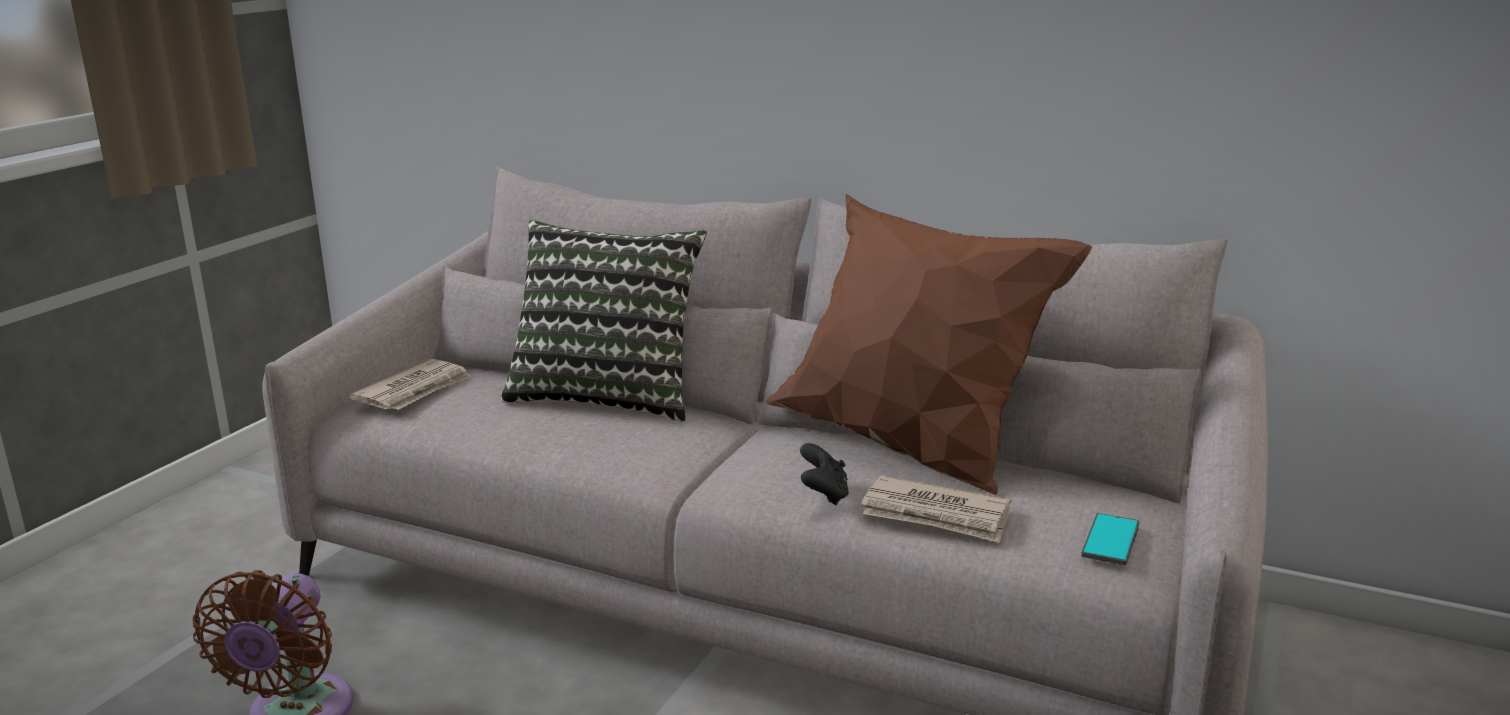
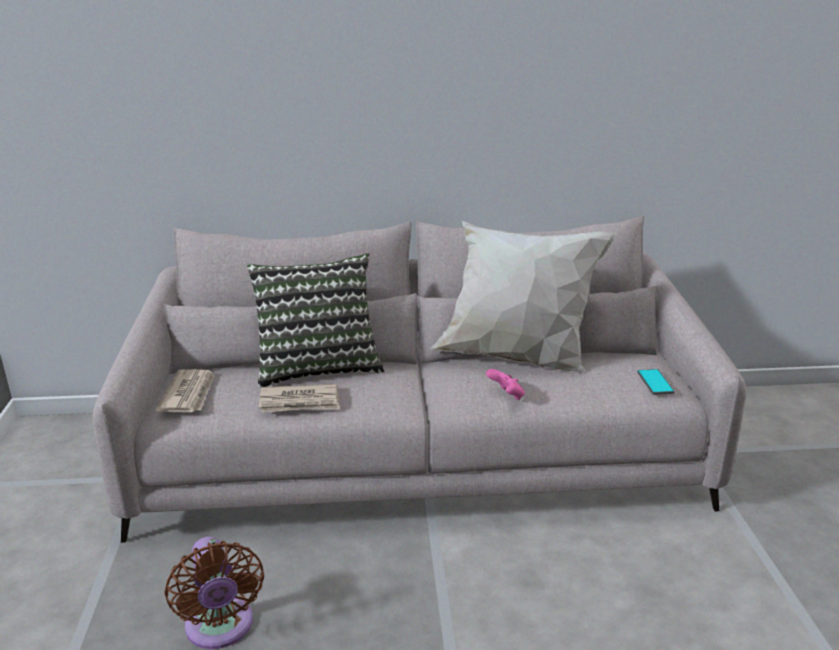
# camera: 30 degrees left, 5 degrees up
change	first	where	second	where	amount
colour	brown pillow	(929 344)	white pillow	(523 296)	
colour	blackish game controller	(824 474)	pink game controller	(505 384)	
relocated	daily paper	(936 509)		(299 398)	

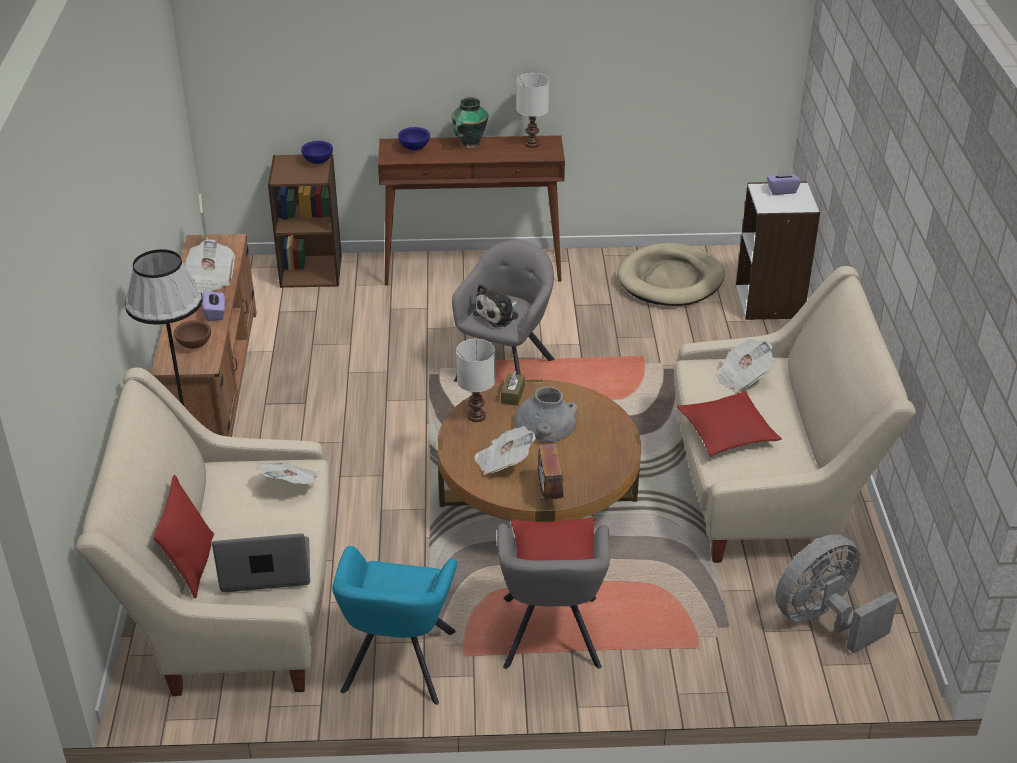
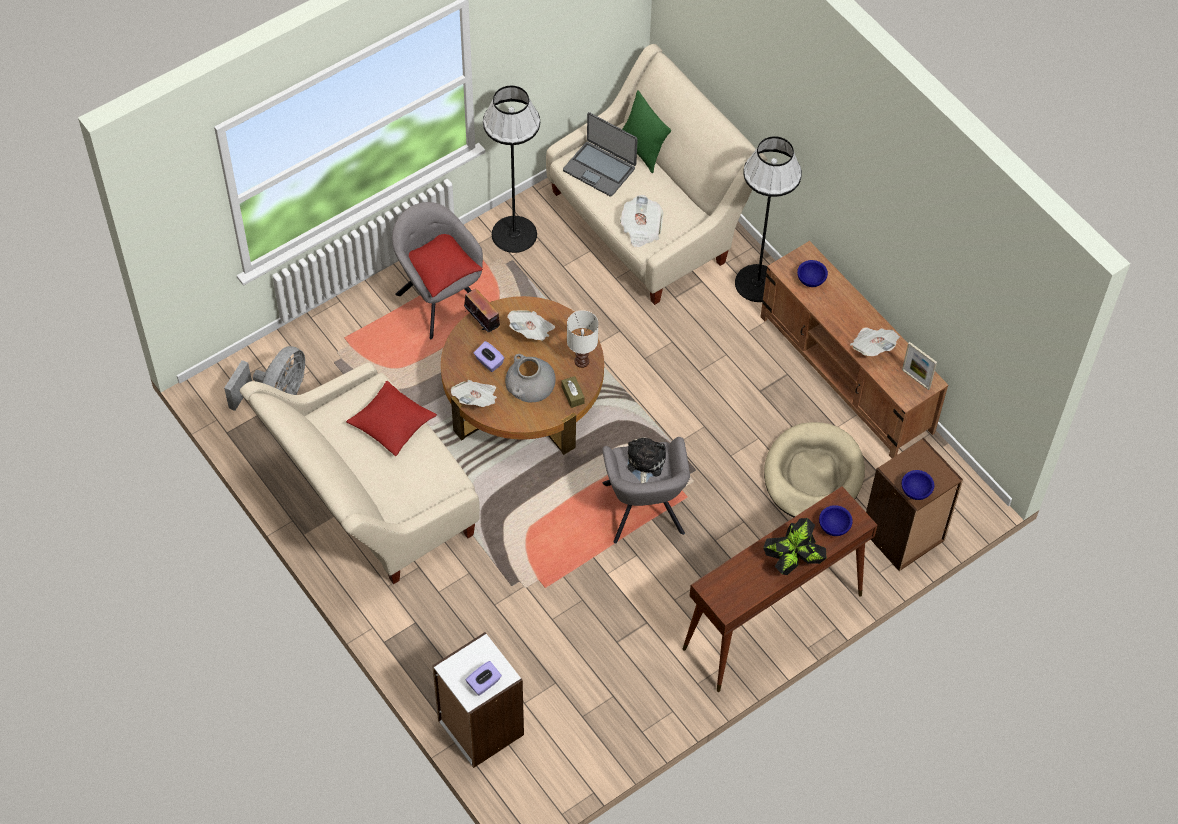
# camera: 145 degrees right, 20 degrees up
change	first	where	second	where	amount
colour	reddish pillow	(183 536)	greenish pillow	(646 131)	
colour	brown serving bowl	(192 334)	bluish serving bowl	(812 273)	
relocated	purple-coloured tissue holder	(213 306)		(489 356)	
spun	laptop	(261 562)		(600 154)	75 degrees clockwise
exchanged	turquoise easy chair	(394 625)	blackish standard lamp	(511 169)	
exchanged	flower vase	(470 122)	potted plant	(795 546)	
missing	white tabletop lamp	(532 110)			
relocated	beige pet bed	(671 274)		(814 469)	
relocated	daily paper	(744 365)		(474 393)	

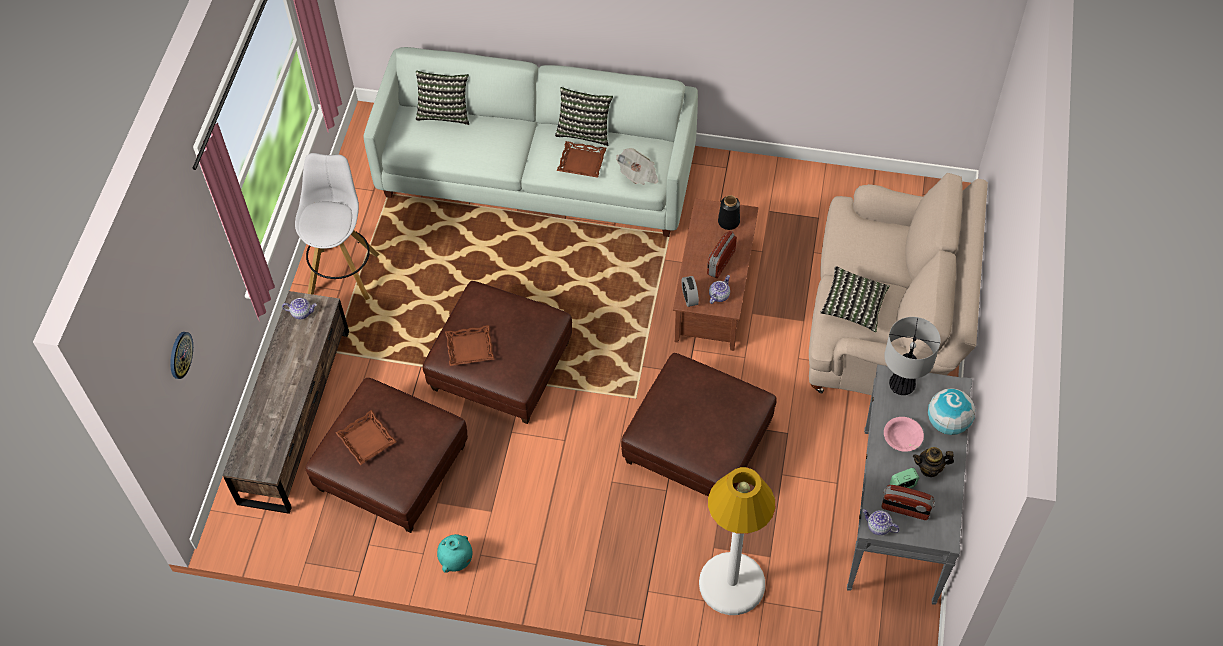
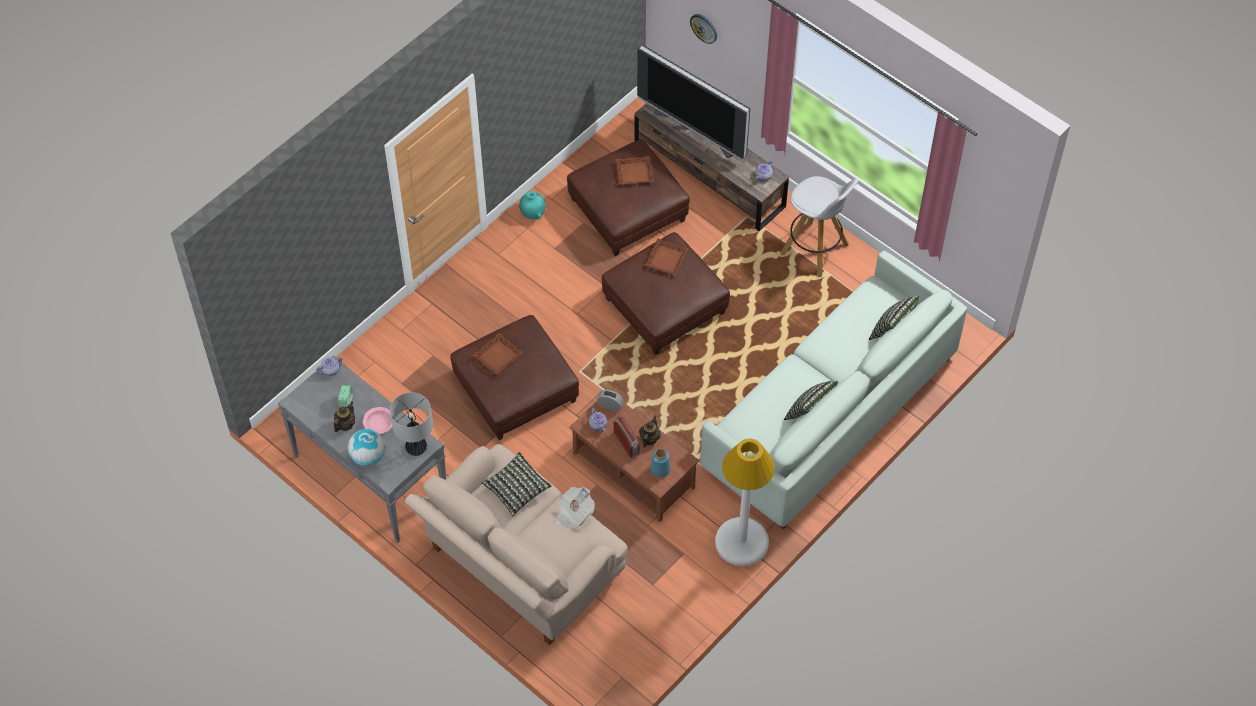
# camera: 120 degrees right, 0 degrees up
change	first	where	second	where	amount
relocated	brown serving tray	(581 159)		(498 354)	
relocated	daily paper	(637 166)		(575 508)	
relocated	white standard lamp	(737 541)		(745 502)	
colour	blackish flower vase	(729 212)	bluish flower vase	(660 463)	
missing	radio set	(908 502)			
appeared			TV	(693 102)	
appeared			teapot	(650 432)	

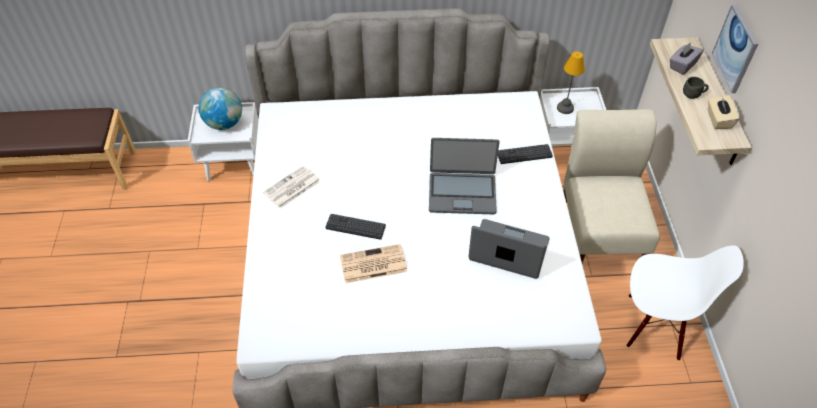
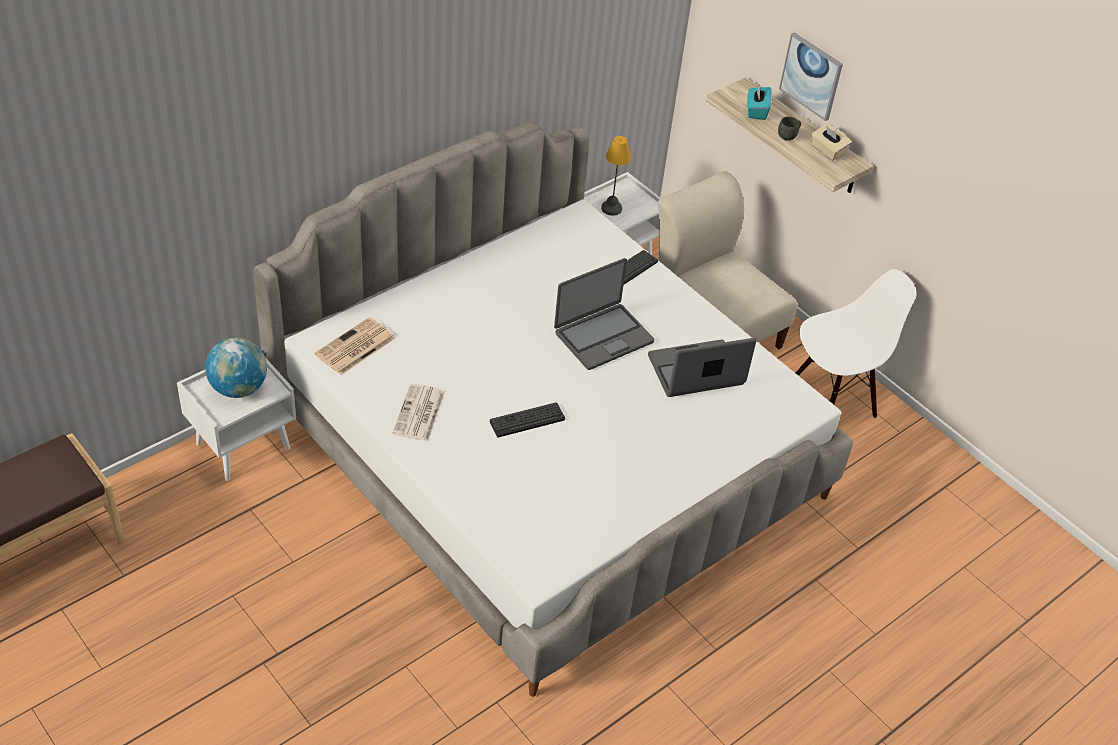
# camera: 40 degrees left, 5 degrees down
change	first	where	second	where	amount
relocated	daily paper	(373 263)		(355 346)	
colour	gray tissue holder	(687 58)	turquoise tissue holder	(759 102)	

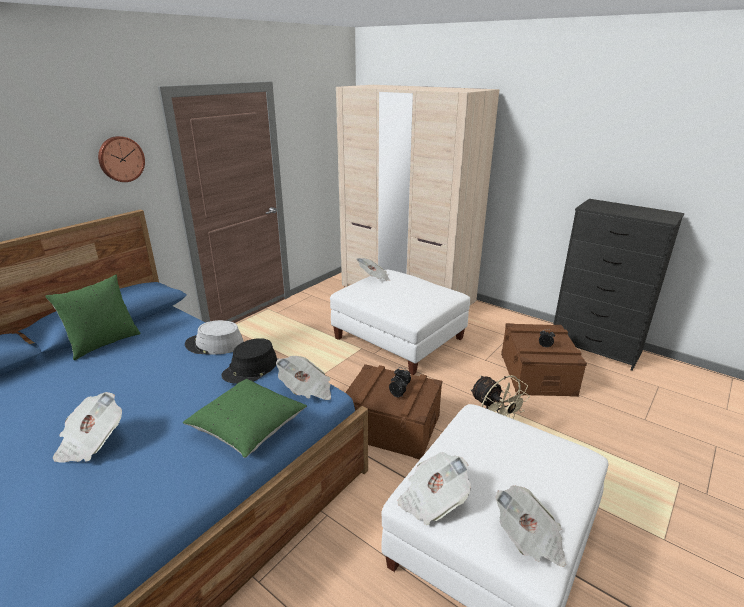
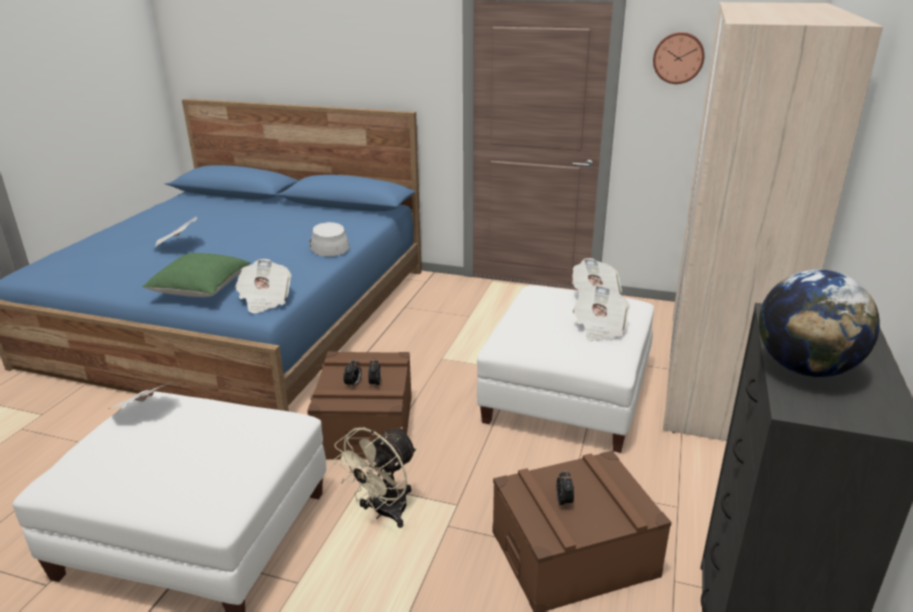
# camera: 70 degrees right, 0 degrees up
change	first	where	second	where	amount
missing	greenish pillow	(93 317)			
relocated	hanging clock	(121 159)		(679 58)	
missing	blackish clothing hat	(249 361)			
relocated	daily paper	(531 526)		(601 313)	
appeared			globe	(819 323)	

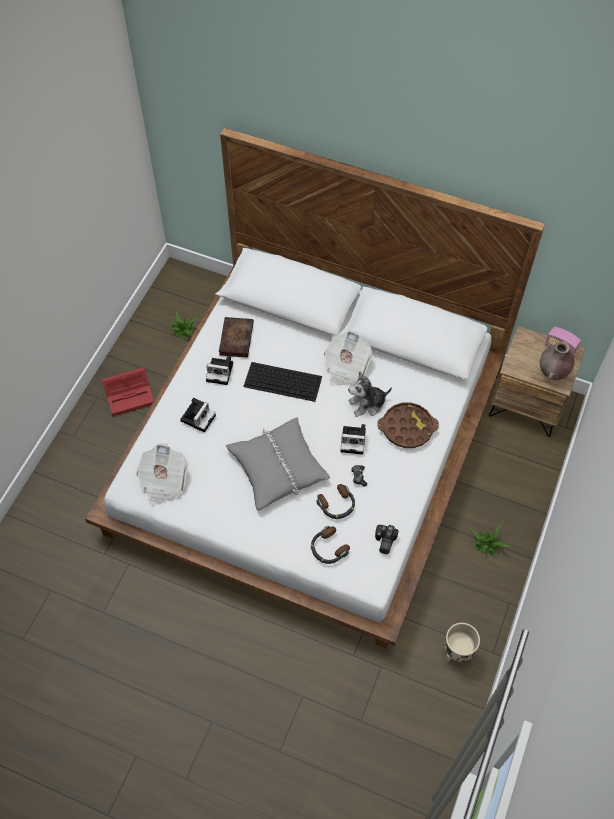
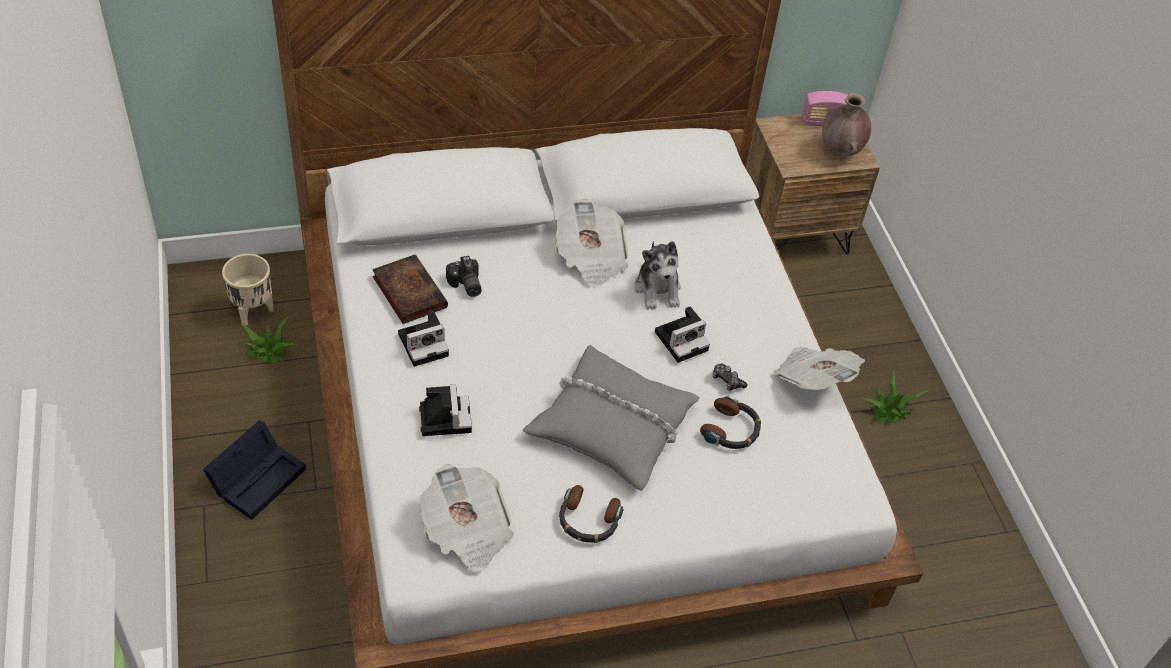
# camera: 40 degrees left, 10 degrees down
change	first	where	second	where	amount
colour	reddish storage box	(128 391)	blackish storage box	(254 470)	
missing	computer keyboard	(282 382)			
relocated	headset	(330 545)		(591 514)	
spun	cuddly toy	(370 394)		(657 275)	45 degrees counterclockwise
relocated	photo camera	(387 539)		(464 276)	
missing	brown serving tray	(408 425)			
relocated	beige planter	(462 642)		(248 290)	
appeared			daily paper	(819 368)	

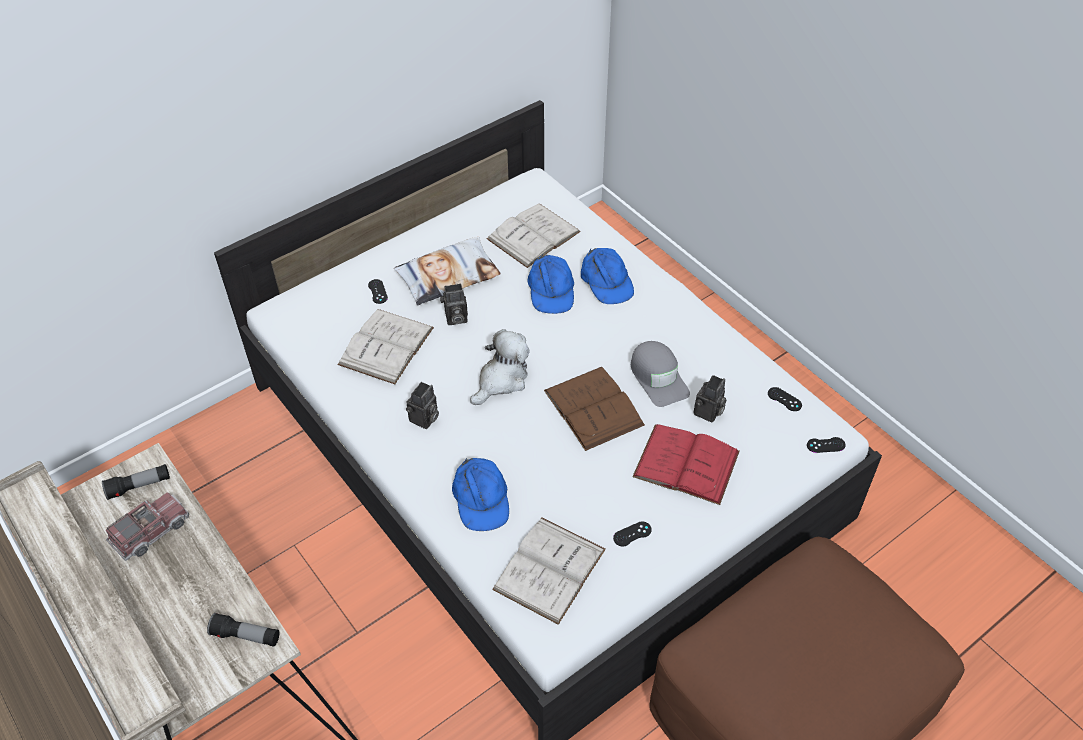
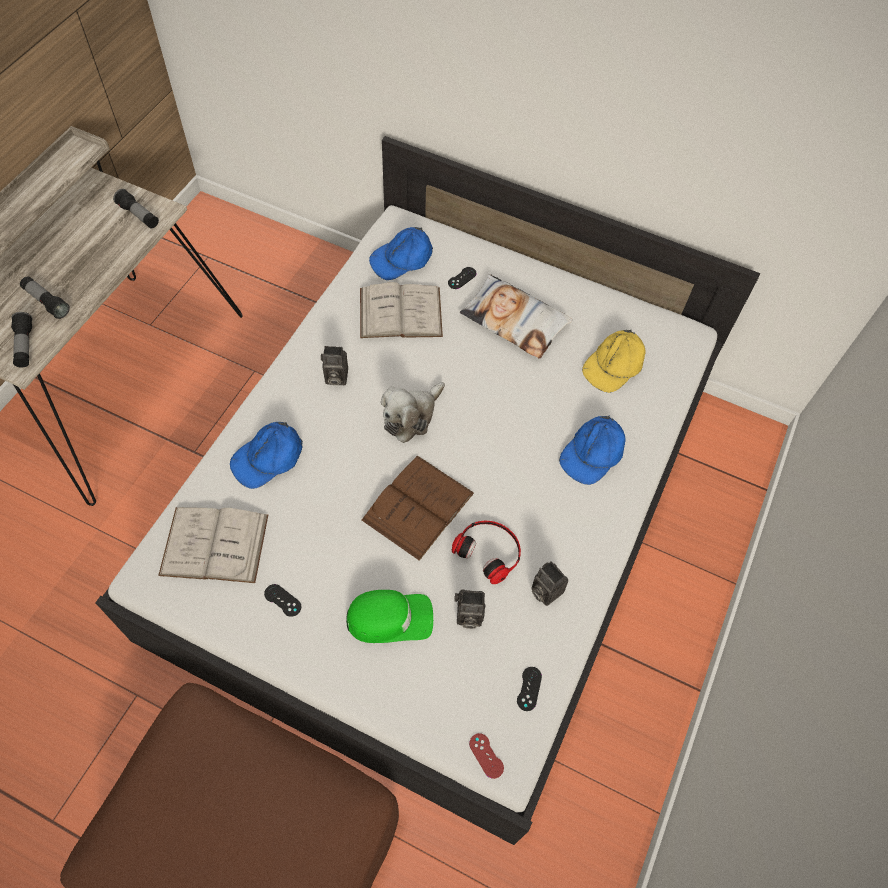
# camera: 60 degrees right, 10 degrees up
change	first	where	second	where	amount
missing	toy truck	(147 526)			
relocated	photo camera	(454 304)		(549 583)	
spun	cuddly toy	(500 367)		(413 412)	120 degrees clockwise
exchanged	white volume	(534 235)	yellowish peaked cap	(614 361)	
relocated	bluish peaked cap	(550 284)		(401 253)	
exchanged	gray peaked cap	(660 374)	headset	(486 552)	
exchanged	reddish volume	(686 464)	greenish peaked cap	(389 616)	
colour	blackish game controller	(826 445)	reddish game controller	(486 756)	
appeared			hand torch	(45 298)	

